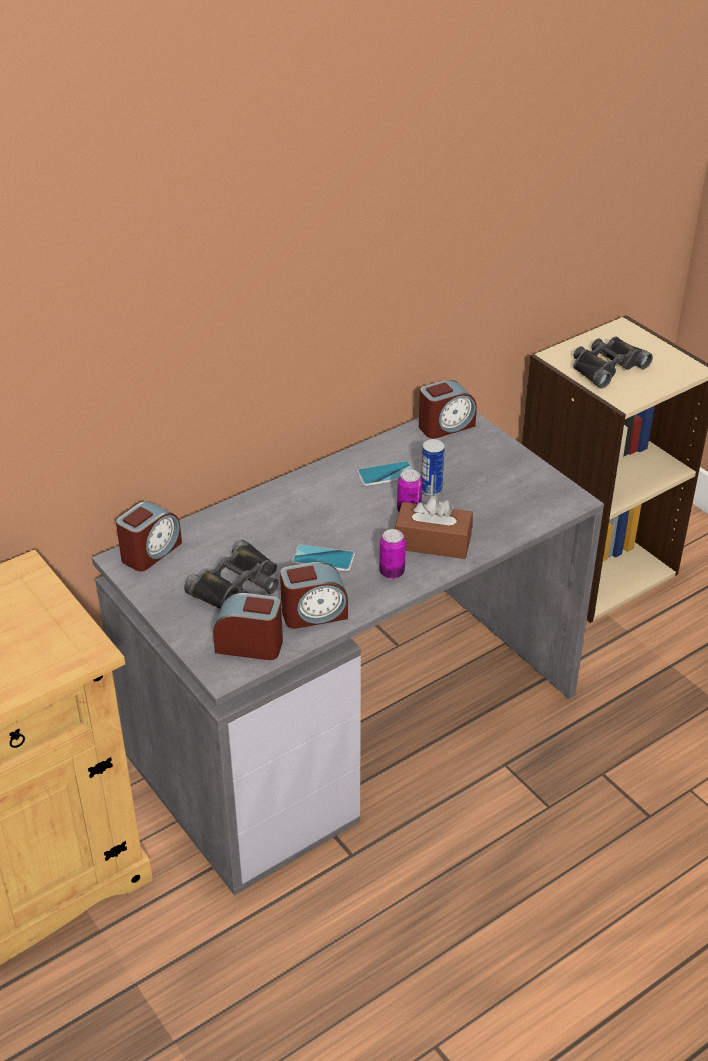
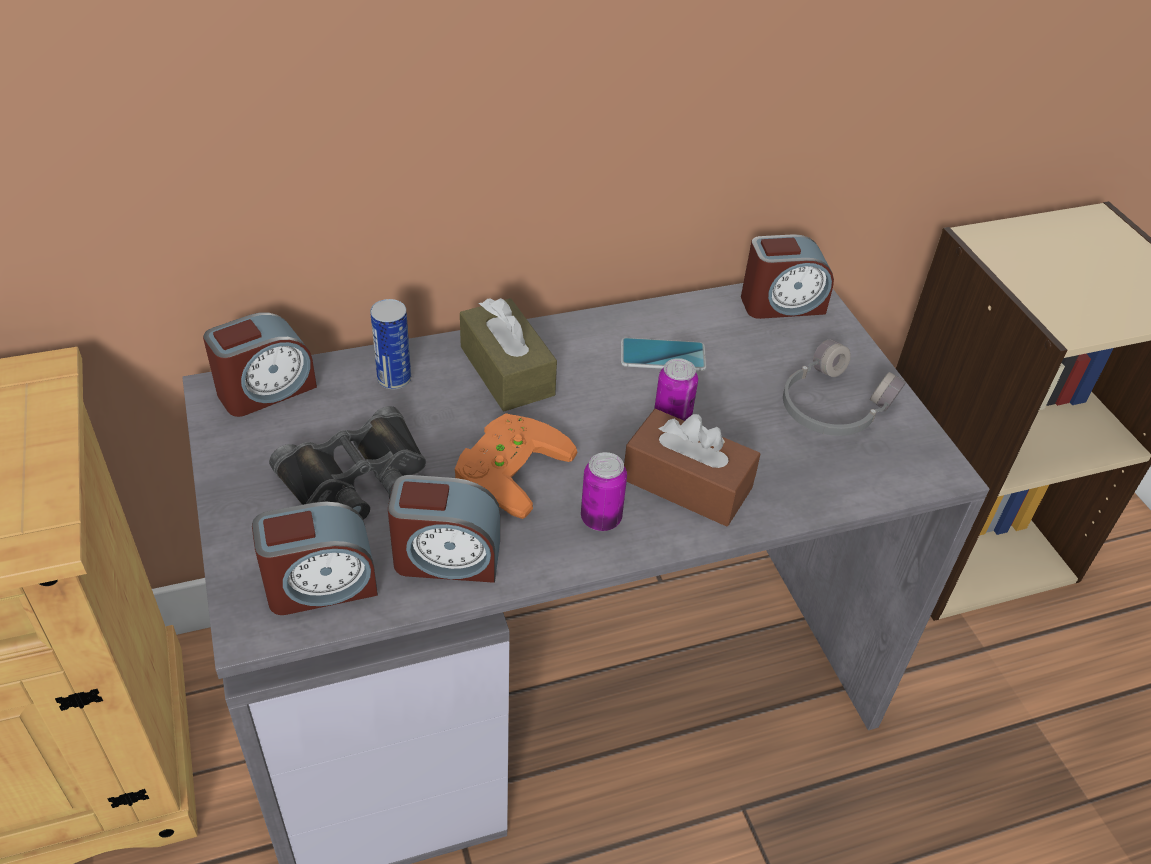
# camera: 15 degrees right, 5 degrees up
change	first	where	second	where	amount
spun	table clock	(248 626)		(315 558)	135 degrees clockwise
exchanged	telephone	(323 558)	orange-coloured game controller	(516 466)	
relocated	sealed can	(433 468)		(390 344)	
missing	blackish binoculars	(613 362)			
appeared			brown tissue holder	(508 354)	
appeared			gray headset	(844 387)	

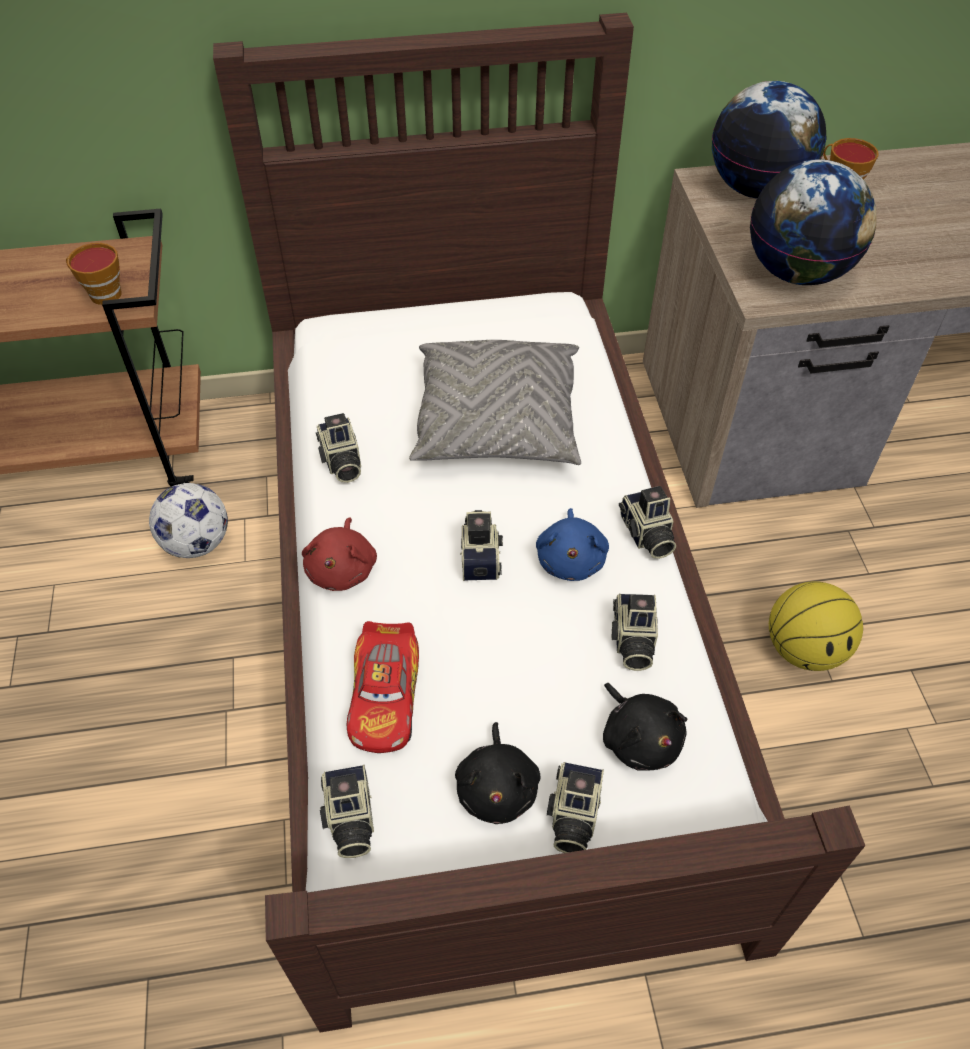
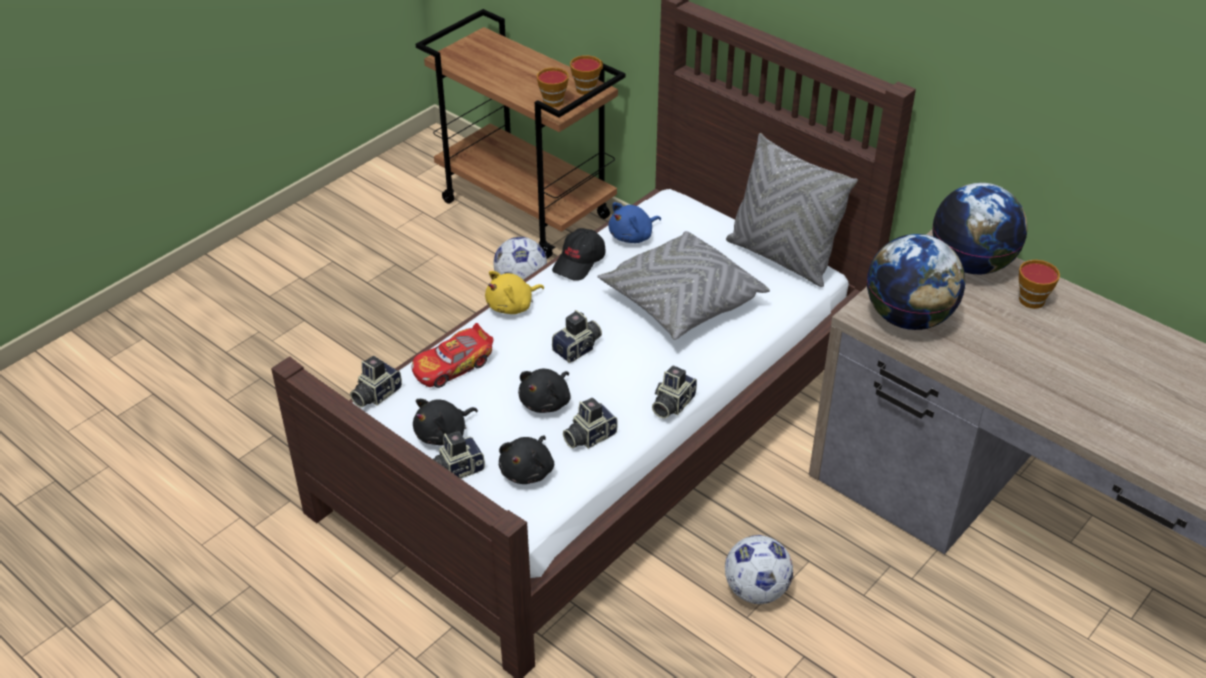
# camera: 50 degrees right, 10 degrees down
change	first	where	second	where	amount
colour	reddish cuddly toy	(339 554)	yellowish cuddly toy	(514 292)	
exchanged	photo camera	(338 448)	blackish peaked cap	(578 254)	
relocated	bluish cuddly toy	(572 544)		(634 222)	
exchanged	ball for basketball	(816 626)	football ball	(759 569)	
appeared			blackish cuddly toy	(544 391)	
appeared			cup	(586 75)	
appeared			gray pillow	(792 210)	

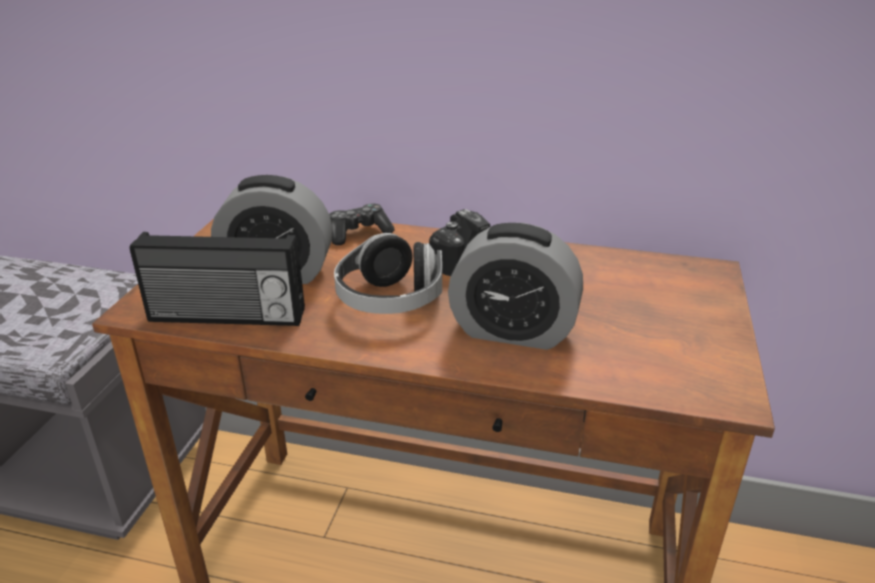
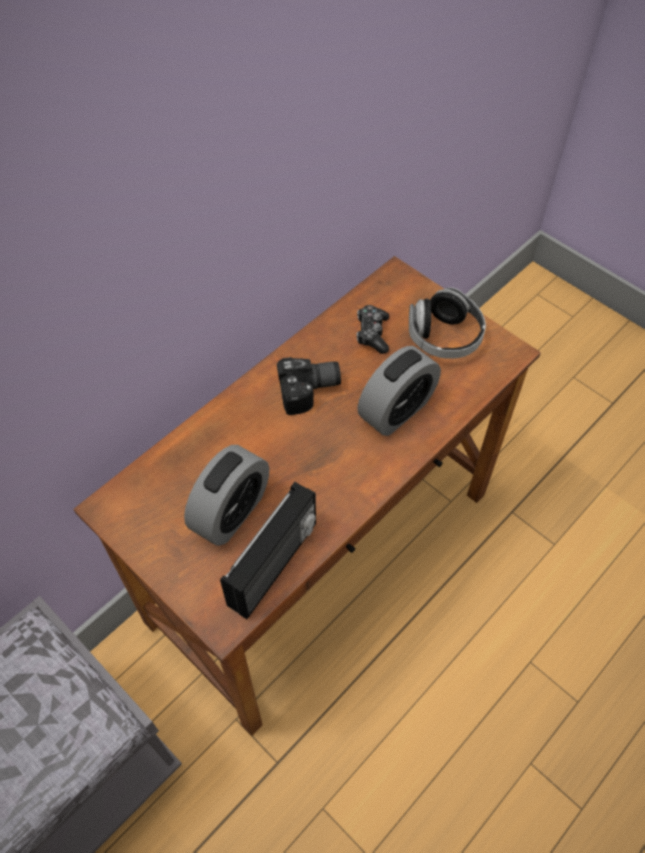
# camera: 60 degrees left, 25 degrees up
change	first	where	second	where	amount
relocated	game controller	(361 224)		(372 329)	
relocated	headset	(388 273)		(447 323)	

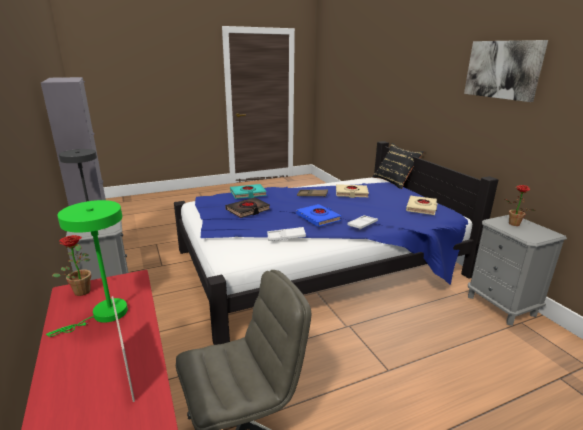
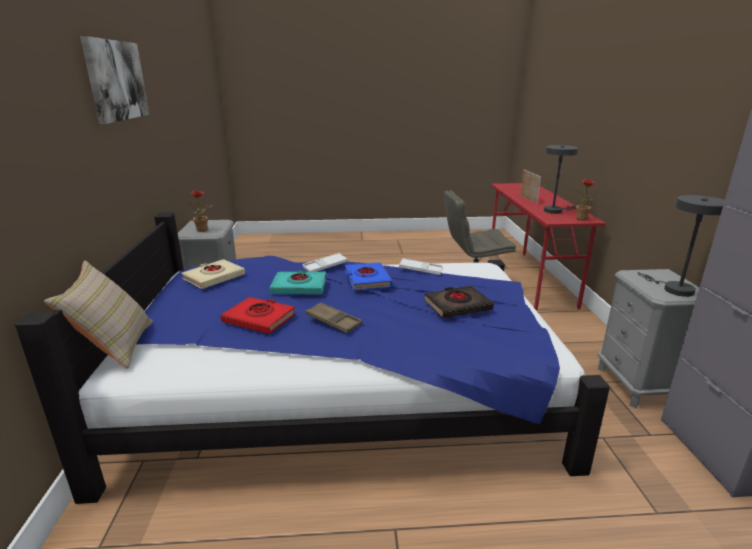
# camera: 160 degrees left, 0 degrees up
change	first	where	second	where	amount
colour	greenish tabletop lamp	(87 268)	gray tabletop lamp	(561 179)	
relocated	turquoise volume	(248 191)		(297 282)	
colour	beige volume	(352 191)	reddish volume	(258 315)	
colour	blackish pillow	(398 166)	beige pillow	(98 315)	

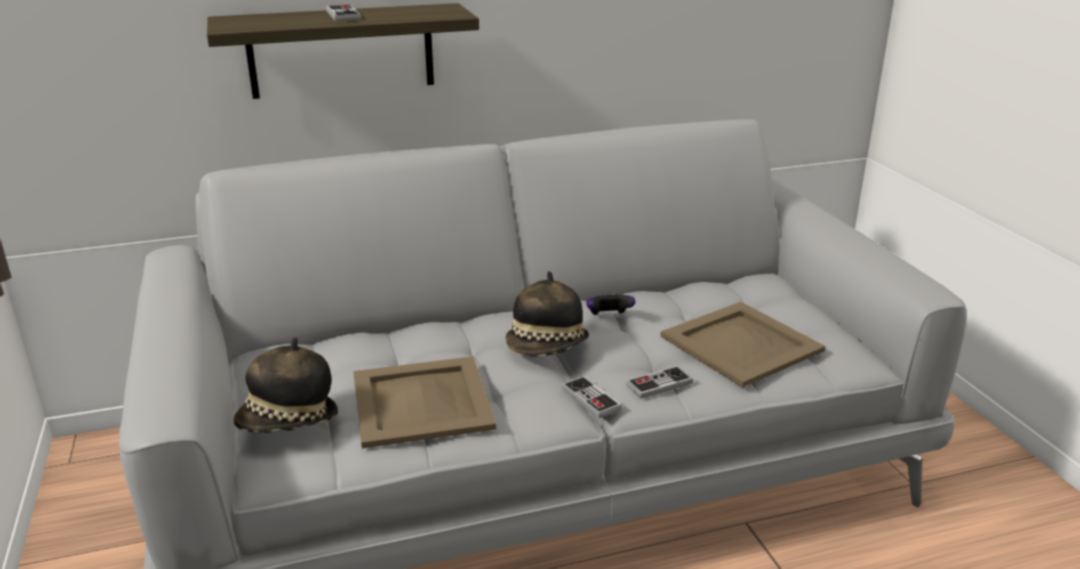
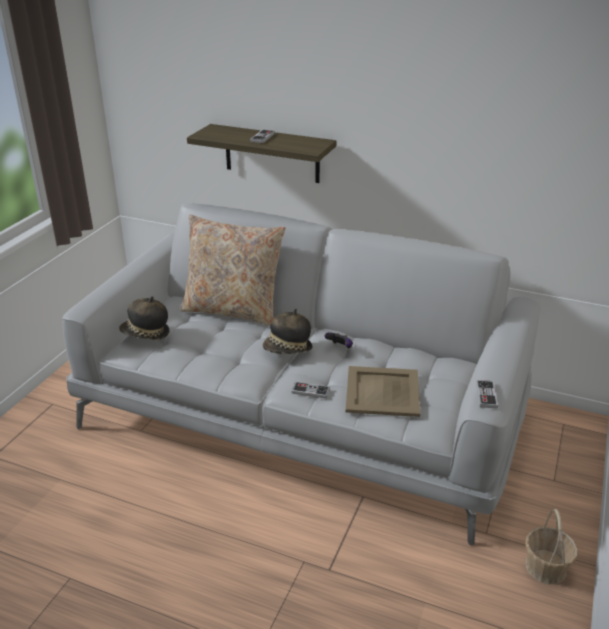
# camera: 40 degrees right, 5 degrees up
change	first	where	second	where	amount
missing	beige serving tray	(424 402)			
relocated	game controller	(592 397)		(487 394)	
appeared			beige pillow	(232 270)	
appeared			household basket	(551 546)	

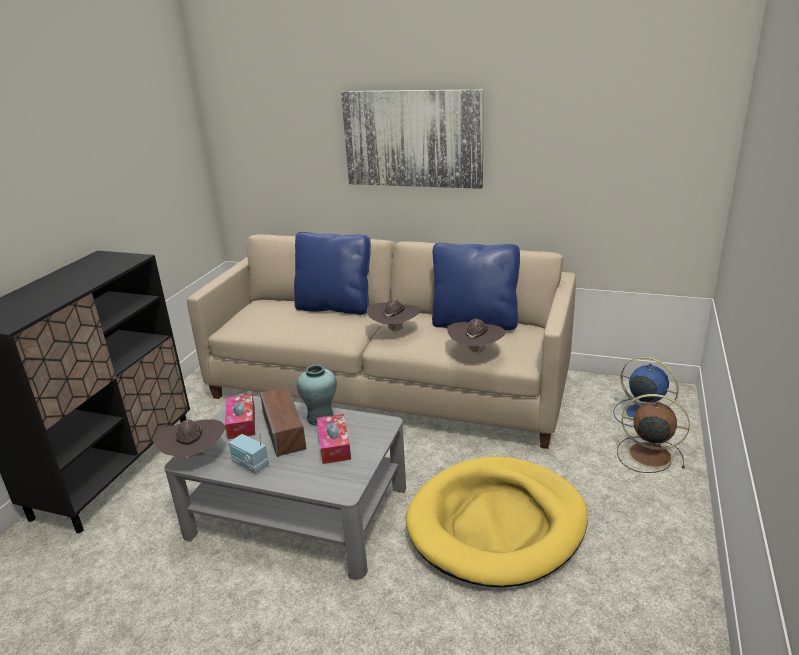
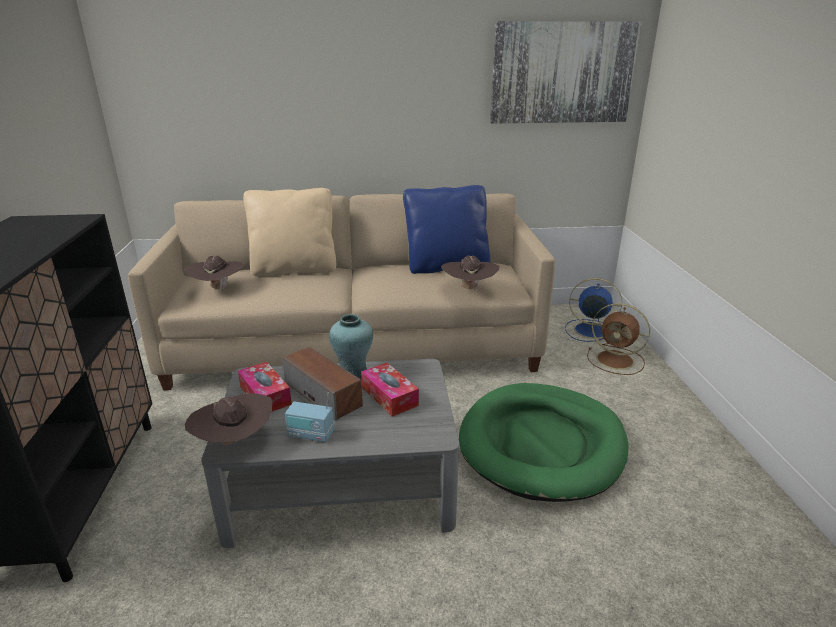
# camera: 25 degrees left, 0 degrees up
change	first	where	second	where	amount
colour	bluish pillow	(332 273)	beige pillow	(289 232)	
relocated	picture	(412 139)		(566 72)	
relocated	brown clothing hat	(393 316)		(214 273)	
colour	yellowish pet bed	(497 521)	greenish pet bed	(544 442)	
spun	brown cooling fan	(653 433)		(618 339)	150 degrees counterclockwise

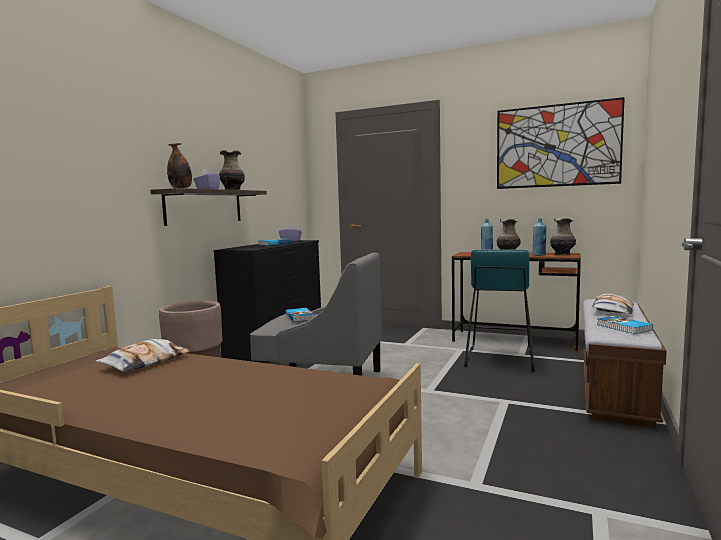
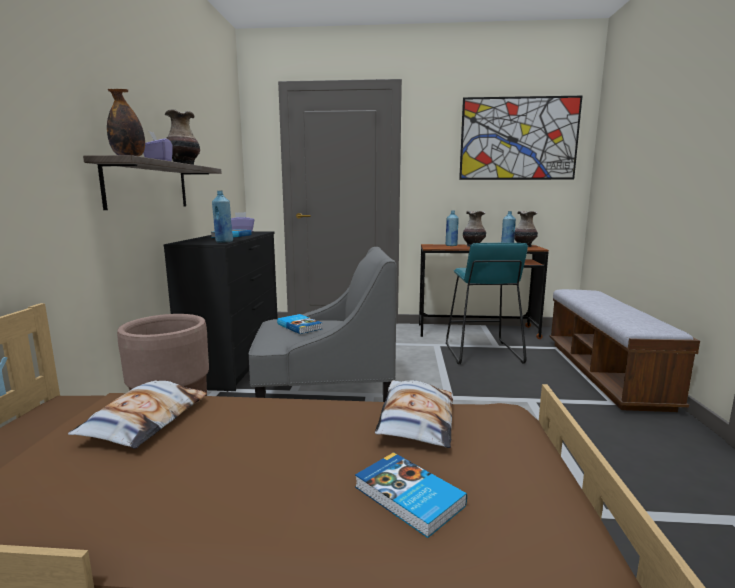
# camera: 20 degrees left, 5 degrees up
change	first	where	second	where	amount
relocated	pillow	(613 303)		(414 414)	
relocated	volume	(625 325)		(411 495)	
appeared			bluish drink bottle	(222 216)	

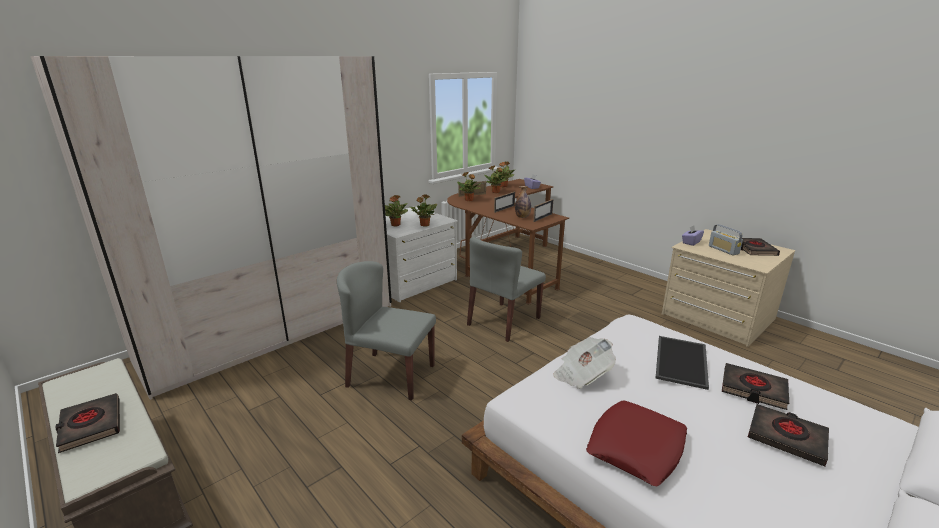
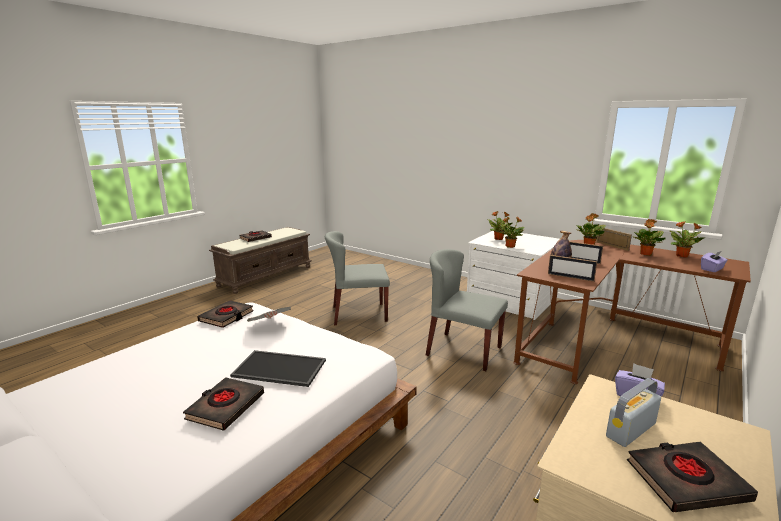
# camera: 80 degrees right, 5 degrees down
change	first	where	second	where	amount
missing	beige armoire	(211 228)			
spun	gray chair	(386 330)		(357 278)	105 degrees counterclockwise
missing	reddish pillow	(636 444)			
relocated	blackish volume	(788 435)		(225 314)	

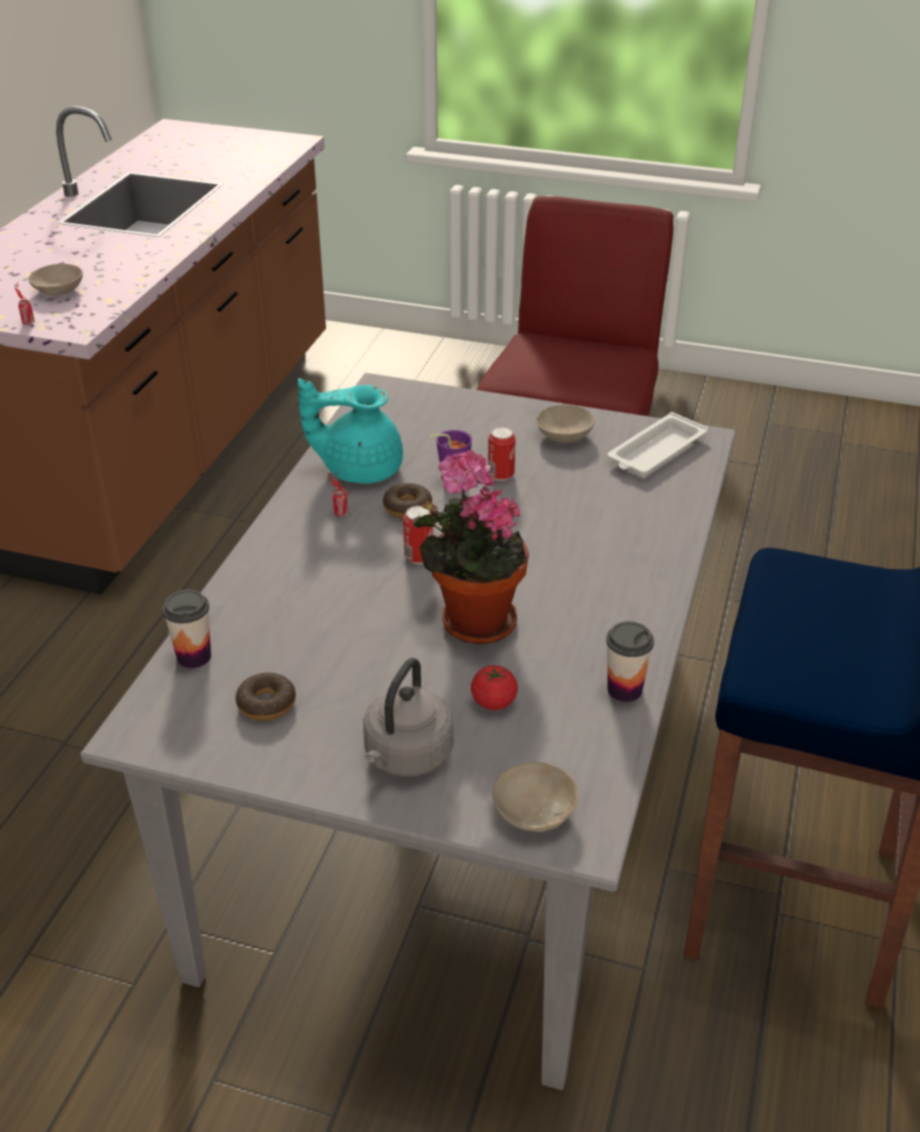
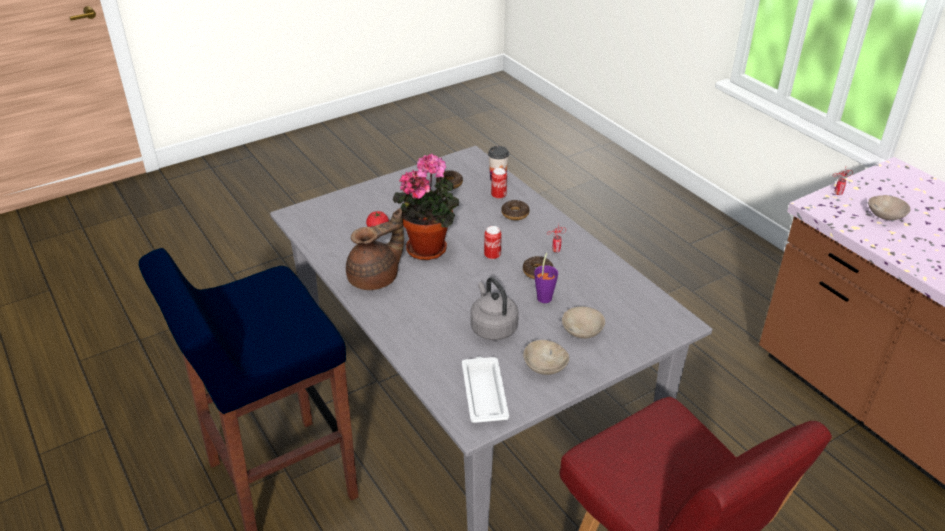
# camera: 130 degrees right, 0 degrees up
change	first	where	second	where	amount
missing	turquoise teapot	(350 430)			
relocated	gray kettle	(408 717)		(495 308)	
relocated	sealed can	(502 454)		(499 183)	
relocated	beige serving bowl	(536 797)		(583 323)	
missing	cup	(630 661)			
appeared			brown teapot	(375 249)	
appeared			doughnut	(515 210)	

